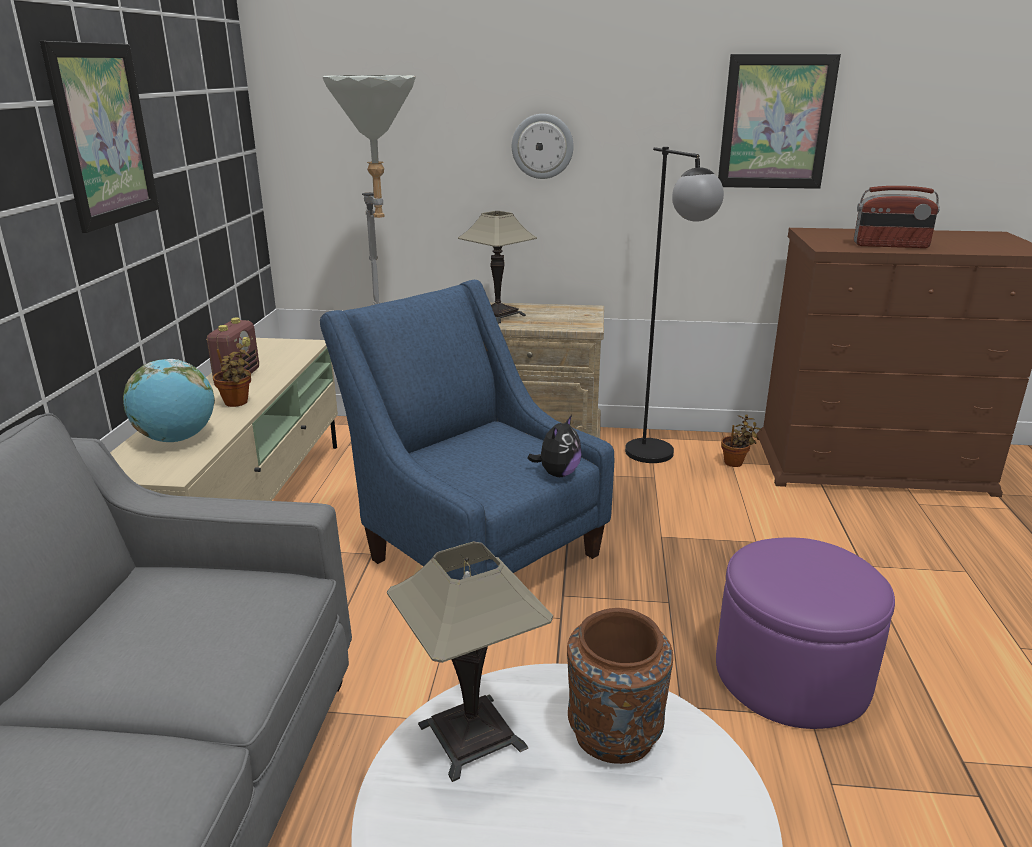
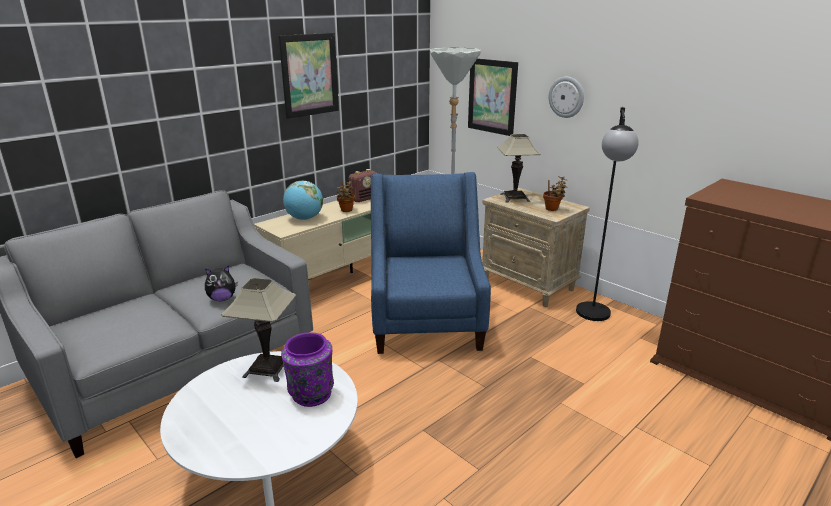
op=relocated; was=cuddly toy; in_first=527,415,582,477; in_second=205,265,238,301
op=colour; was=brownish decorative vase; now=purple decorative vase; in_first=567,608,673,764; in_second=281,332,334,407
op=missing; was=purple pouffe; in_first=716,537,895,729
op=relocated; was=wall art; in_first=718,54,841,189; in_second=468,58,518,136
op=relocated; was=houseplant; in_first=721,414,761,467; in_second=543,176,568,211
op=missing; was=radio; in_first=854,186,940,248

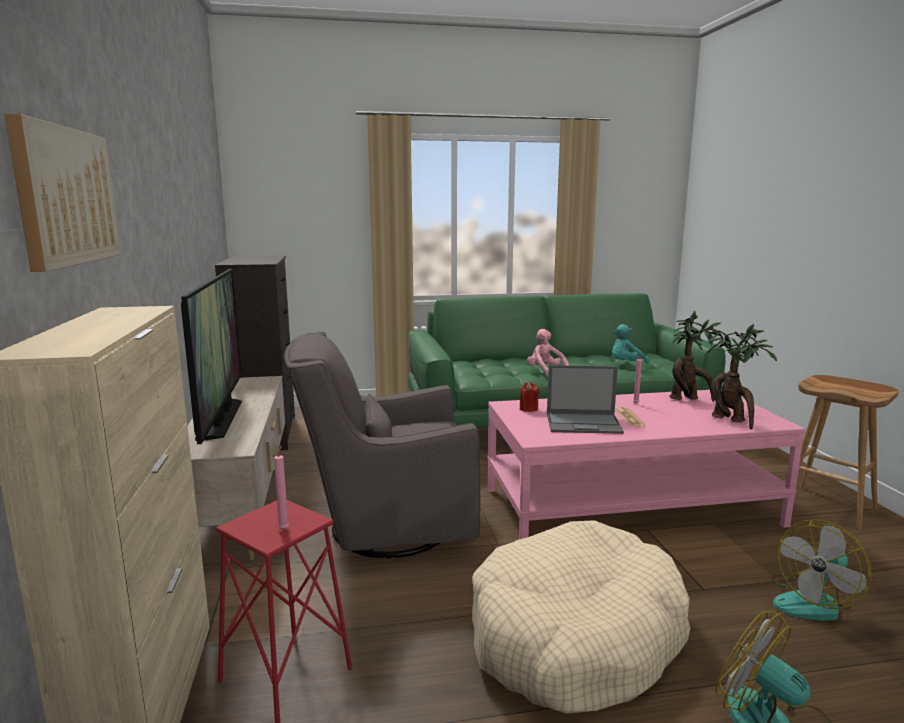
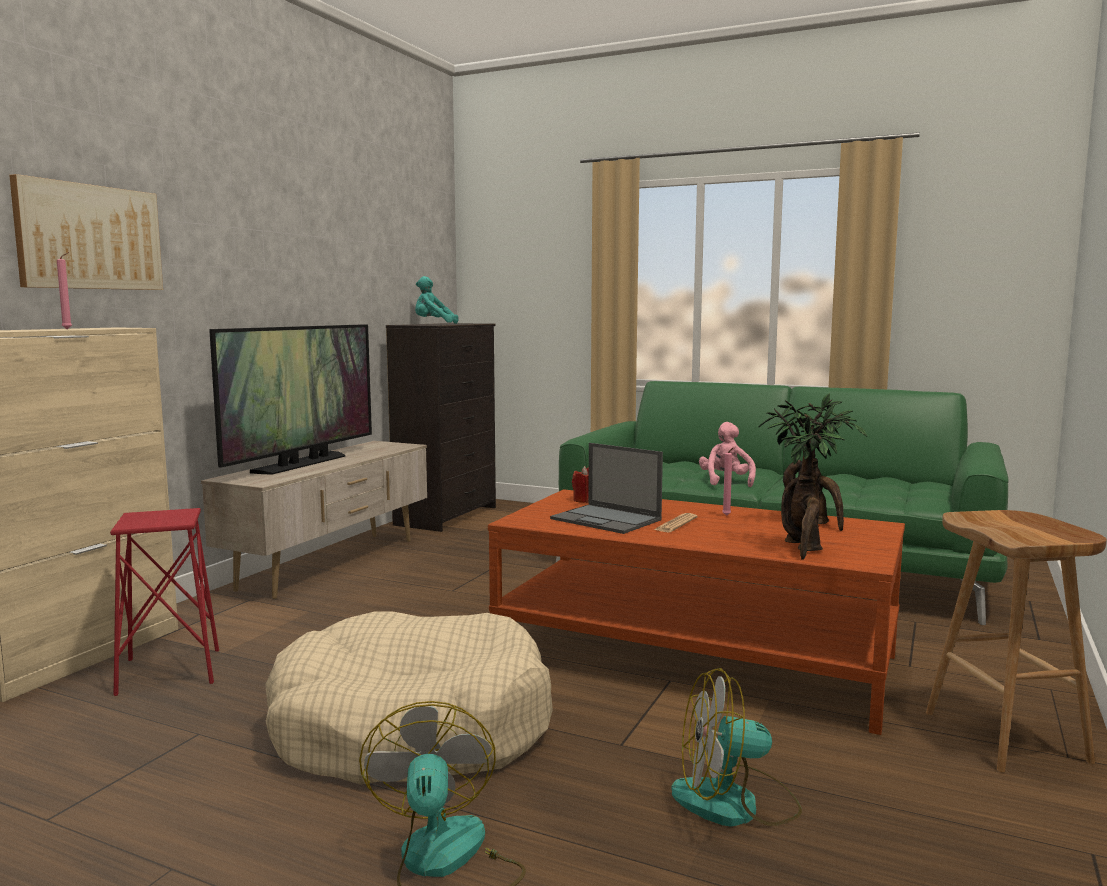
op=relocated; was=pinkish candle; in_first=274,445,289,530; in_second=57,252,72,329
op=missing; was=greyish armchair; in_first=284,332,481,558
op=colour; was=pinkish lounge table; now=brownish lounge table; in_first=487,389,805,539; in_second=488,489,905,735
op=relocated; was=turquoise-coloured cuddly toy; in_first=612,324,650,364; in_second=415,276,458,324

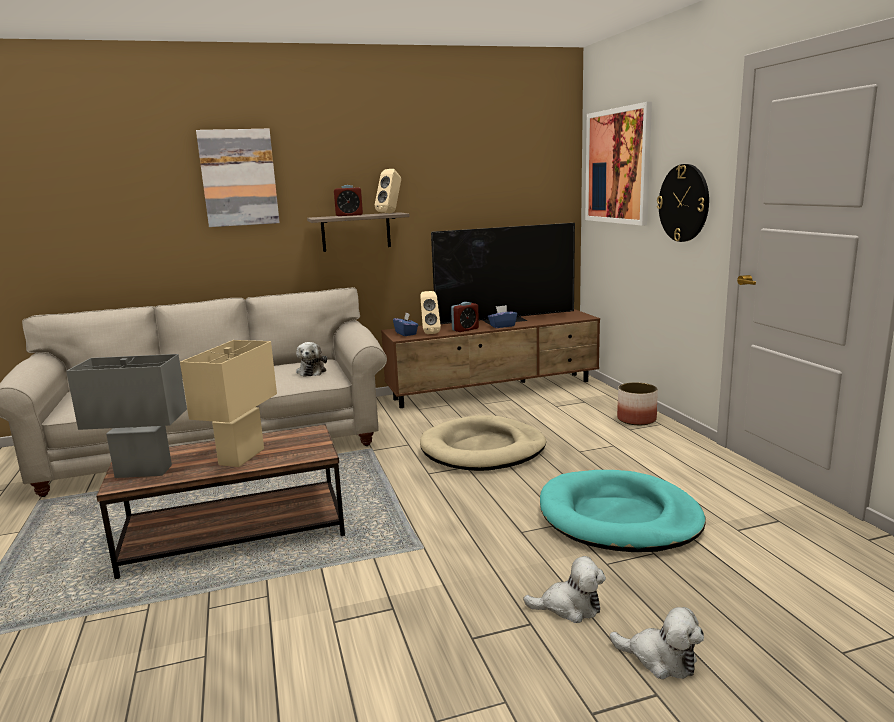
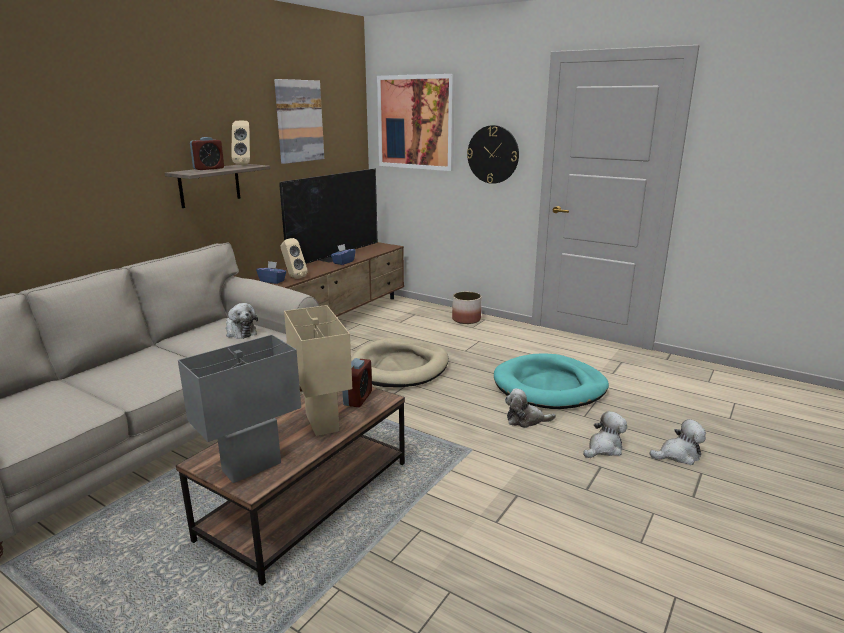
op=relocated; was=wall art; in_first=196,129,280,227; in_second=274,79,324,164
op=relocated; was=alarm clock; in_first=451,302,479,332; in_second=343,358,372,407
op=appeared; now=cuddly toy; in_second=505,388,556,428

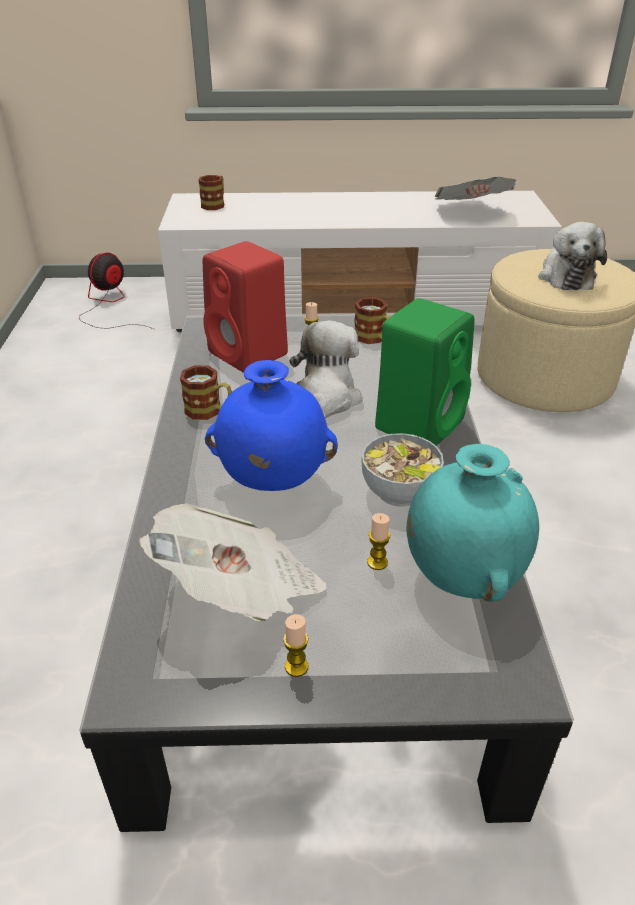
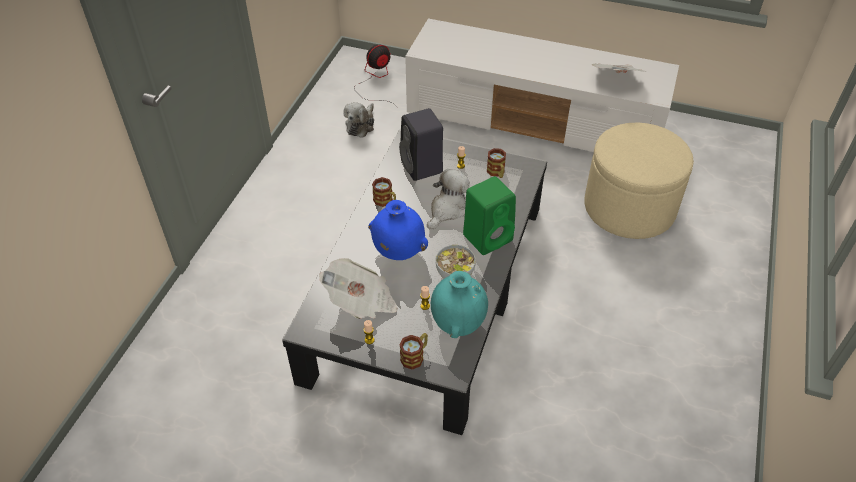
op=relocated; was=coffee mug; in_first=198,175,224,210; in_second=400,333,428,369
op=colour; was=reddish audio speaker; now=black-coloured audio speaker; in_first=203,241,288,373; in_second=399,108,443,181
op=relocated; was=cuddly toy; in_first=538,222,607,290; in_second=344,102,374,138

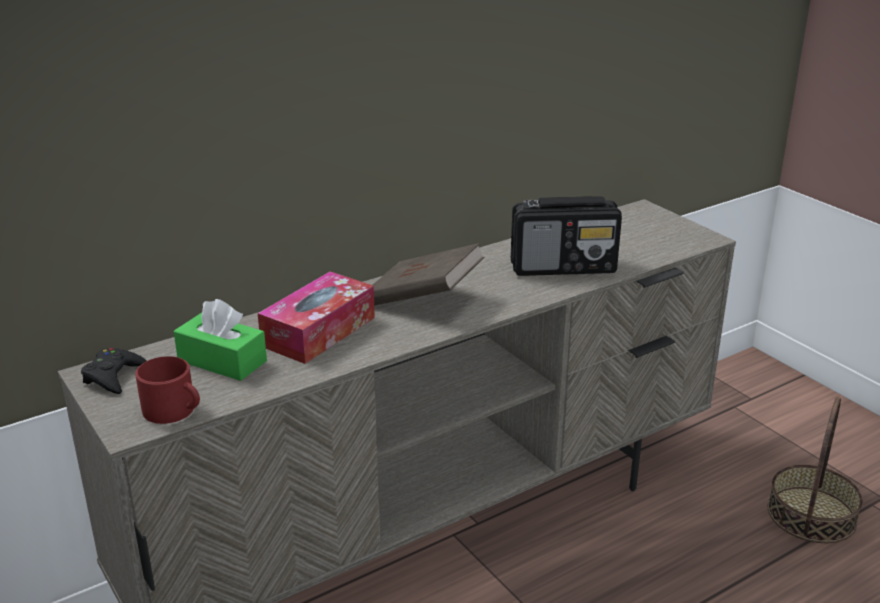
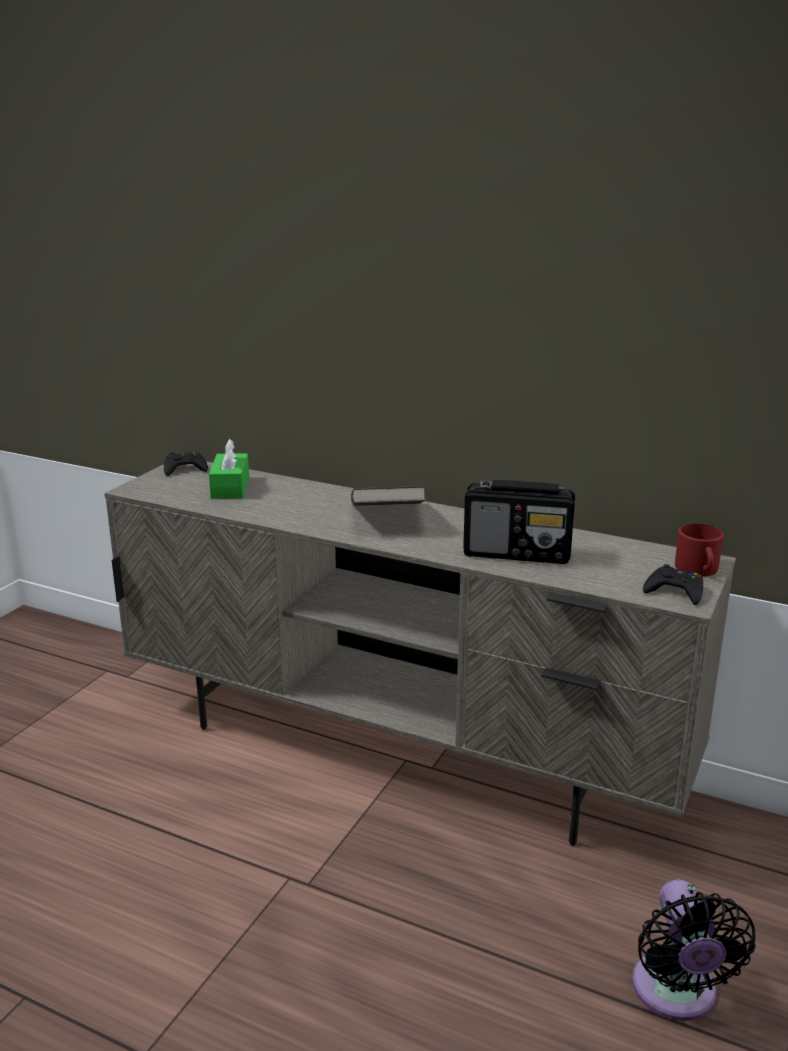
op=relocated; was=reddish coffee mug; in_first=135,356,200,424; in_second=675,524,724,576
op=missing; was=tissue holder; in_first=258,272,375,364
op=spun; was=radio; in_first=511,196,622,276; in_second=463,480,575,564; clockwise=-45
op=exchanged; was=storage basket; now=black-coloured electric fan; in_first=767,397,863,543; in_second=632,879,756,1021
op=appeared; now=black-coloured game controller; in_second=643,564,703,605

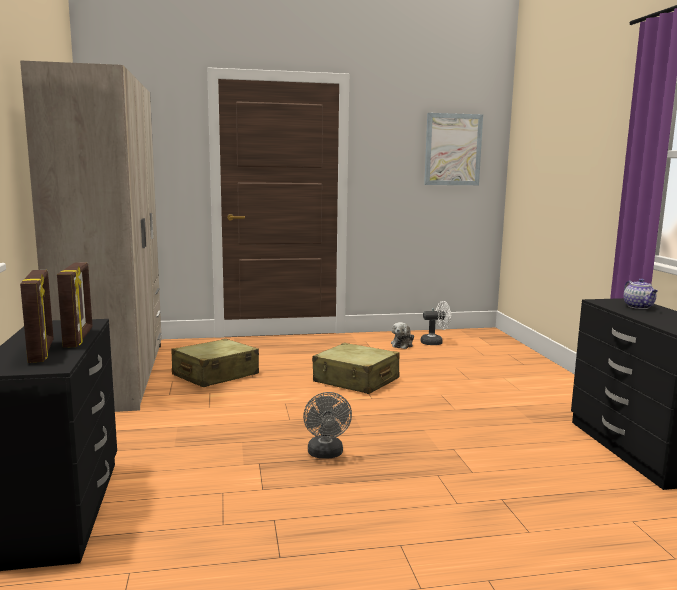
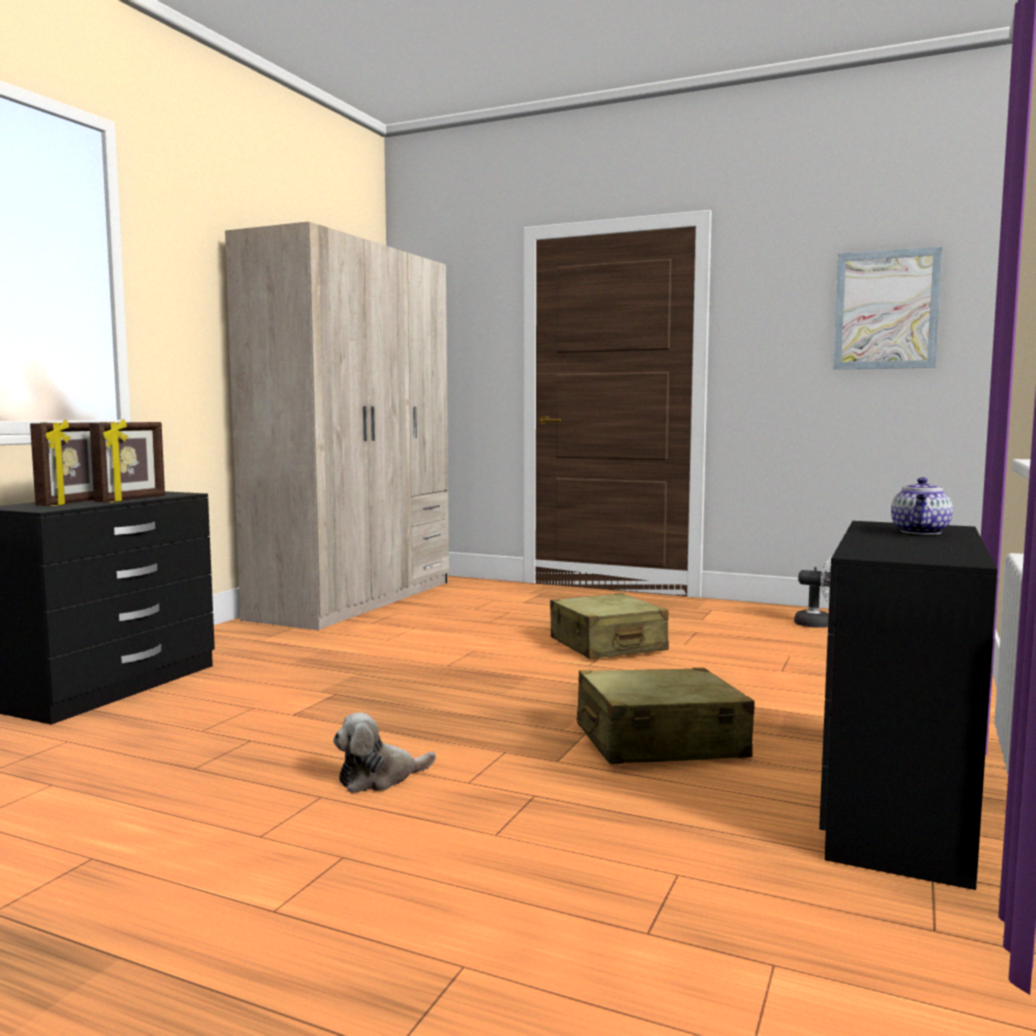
op=relocated; was=sand-coloured travel case; in_first=172,339,259,387; in_second=576,668,755,764
op=missing; was=greyish electric fan; in_first=303,392,352,459
op=relocated; was=cuddly toy; in_first=391,322,414,349; in_second=333,713,436,793

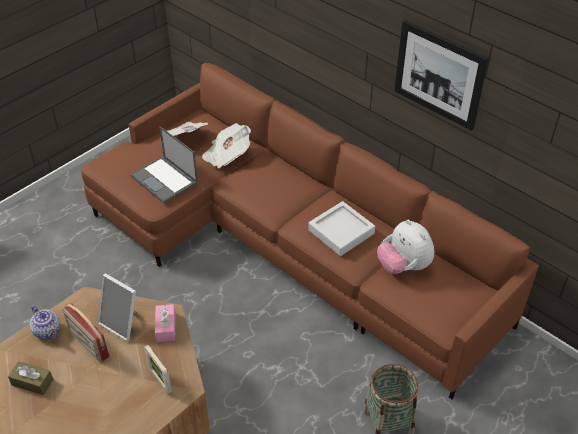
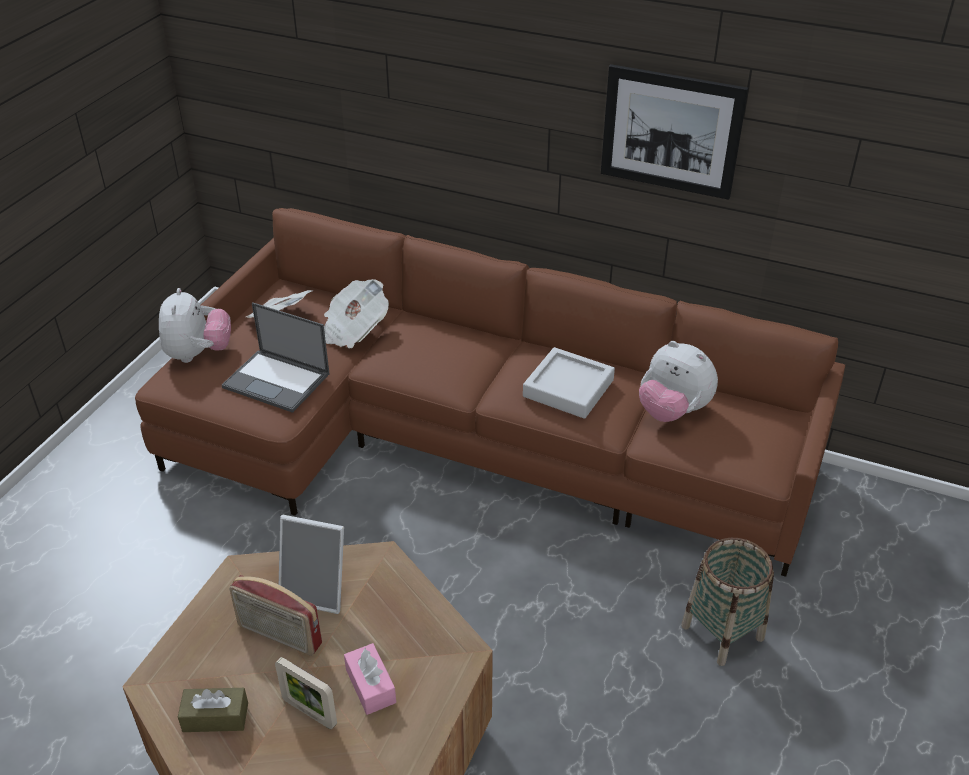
op=missing; was=tea pot; in_first=30,305,60,339
op=relocated; was=photo frame; in_first=144,345,172,394; in_second=275,657,337,729
op=relocated; was=pinkish tissue holder; in_first=155,304,175,342; in_second=344,643,396,715
op=appeared; now=cuddly toy; in_second=159,288,231,363

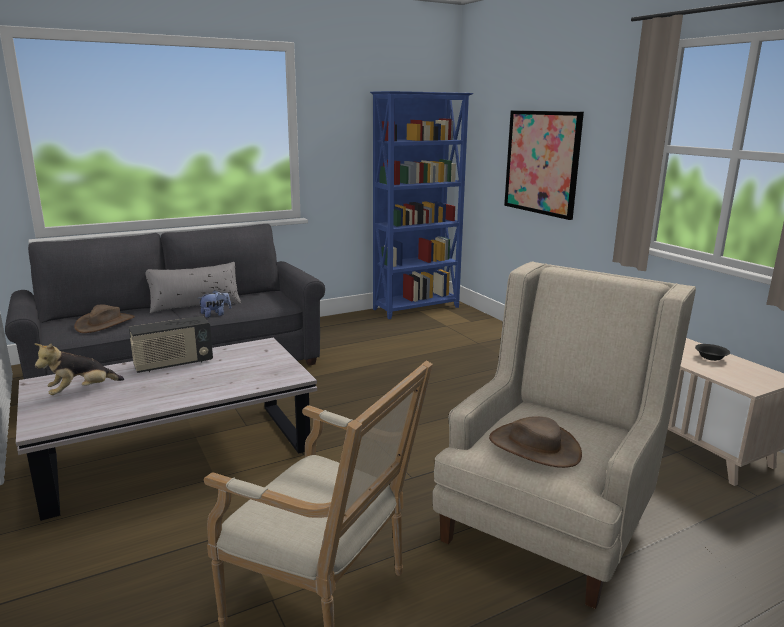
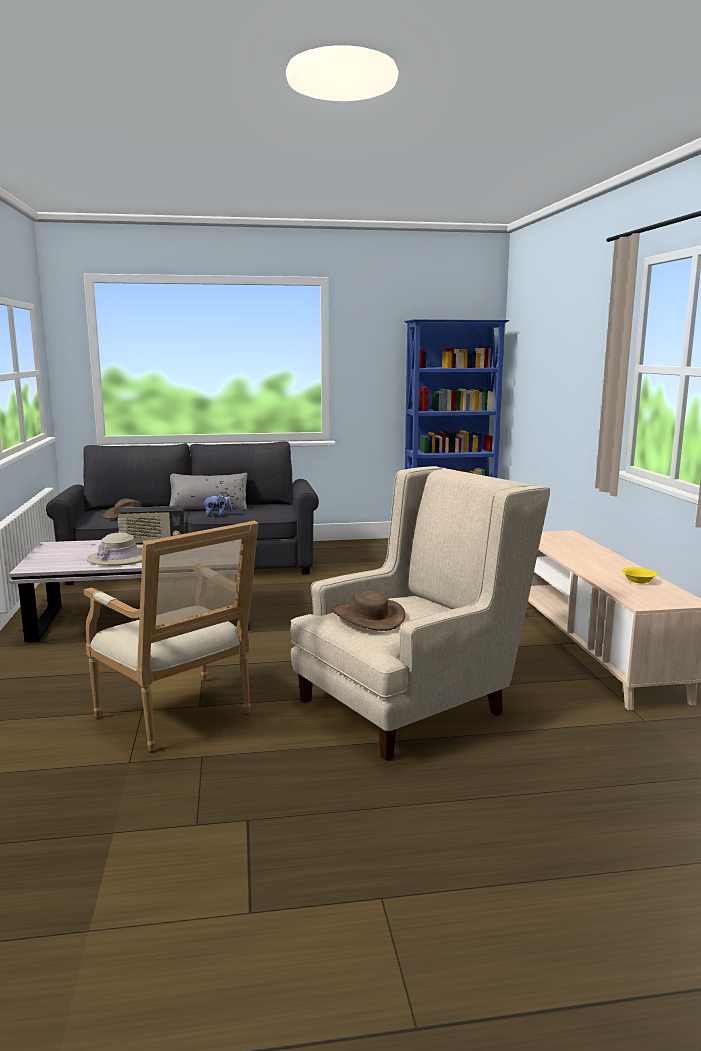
op=missing; was=cuddly toy; in_first=35,343,124,395
op=missing; was=wall art; in_first=504,110,584,220
op=colour; was=black-coloured bowl; now=yellow-coloured bowl; in_first=695,344,730,361; in_second=622,567,658,584
op=appeared; now=sand-coloured hat; in_second=87,532,143,566

